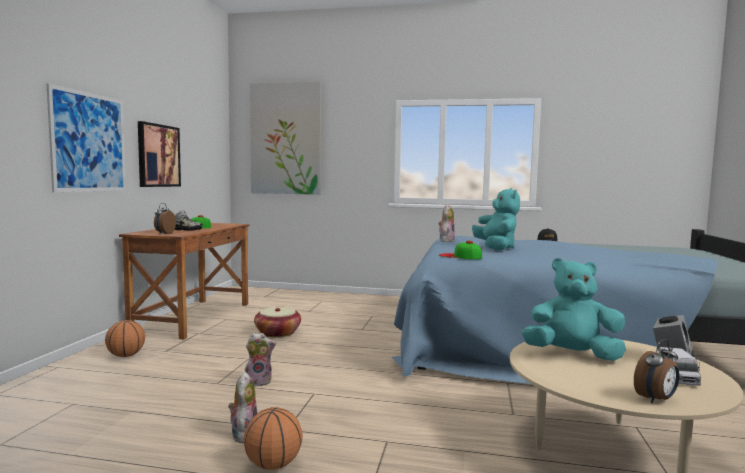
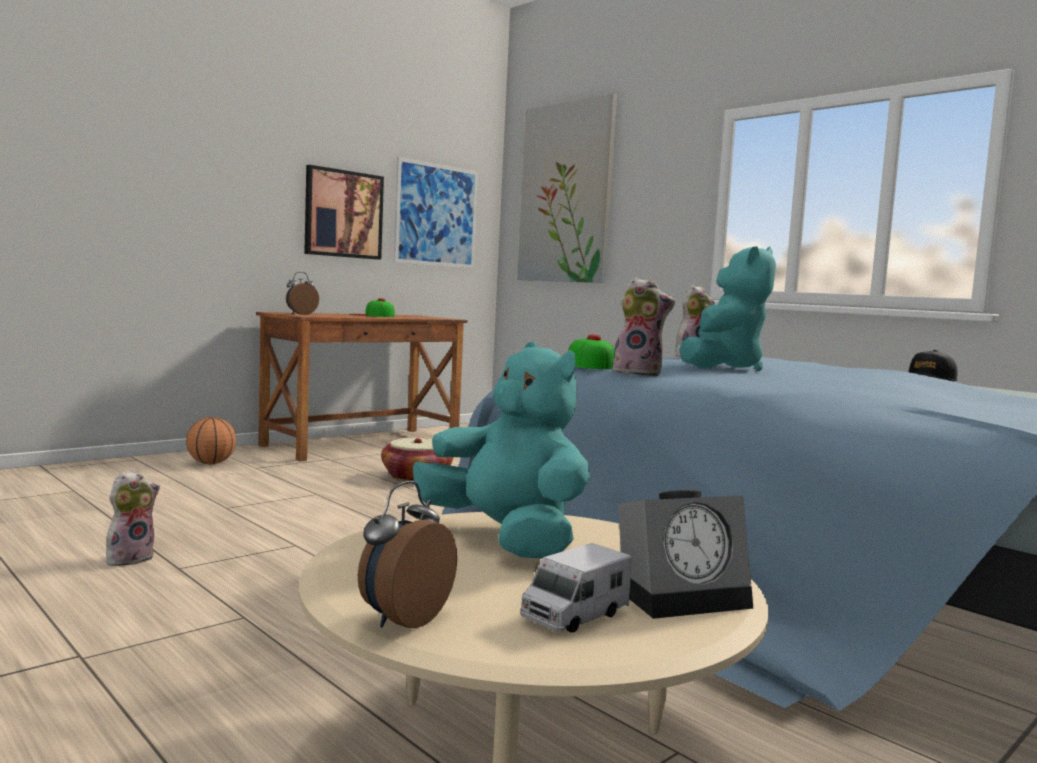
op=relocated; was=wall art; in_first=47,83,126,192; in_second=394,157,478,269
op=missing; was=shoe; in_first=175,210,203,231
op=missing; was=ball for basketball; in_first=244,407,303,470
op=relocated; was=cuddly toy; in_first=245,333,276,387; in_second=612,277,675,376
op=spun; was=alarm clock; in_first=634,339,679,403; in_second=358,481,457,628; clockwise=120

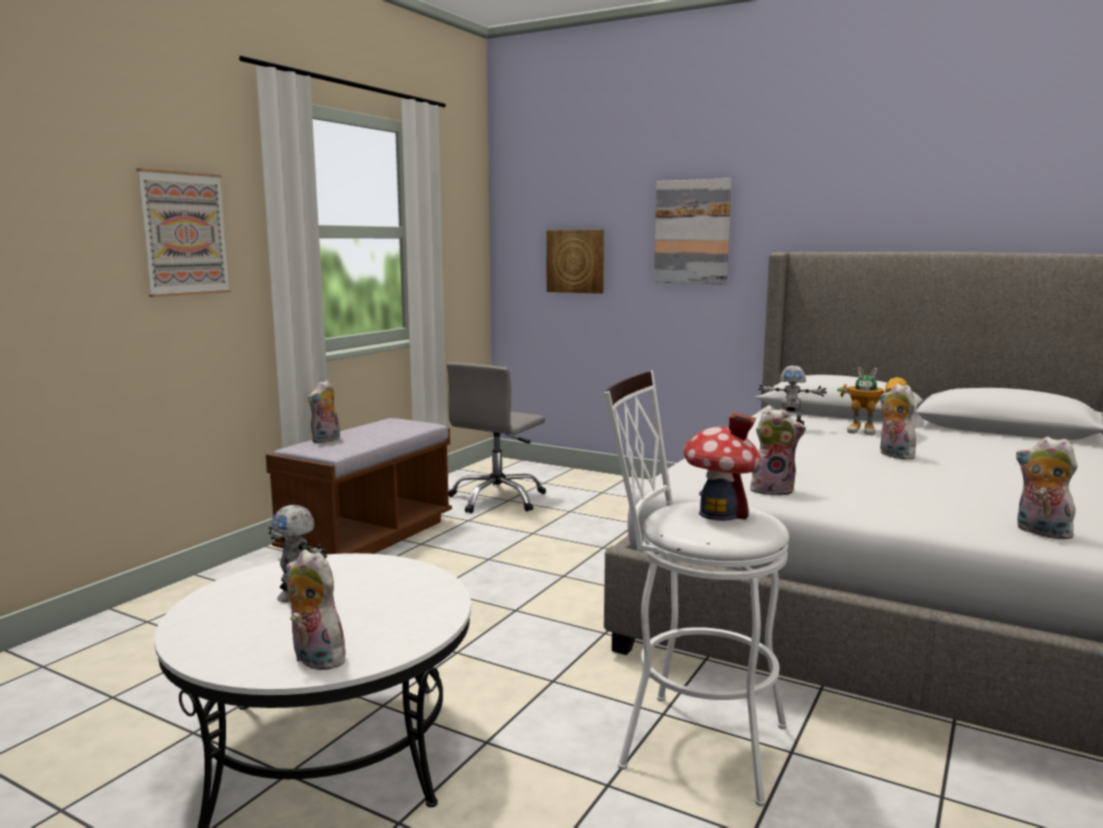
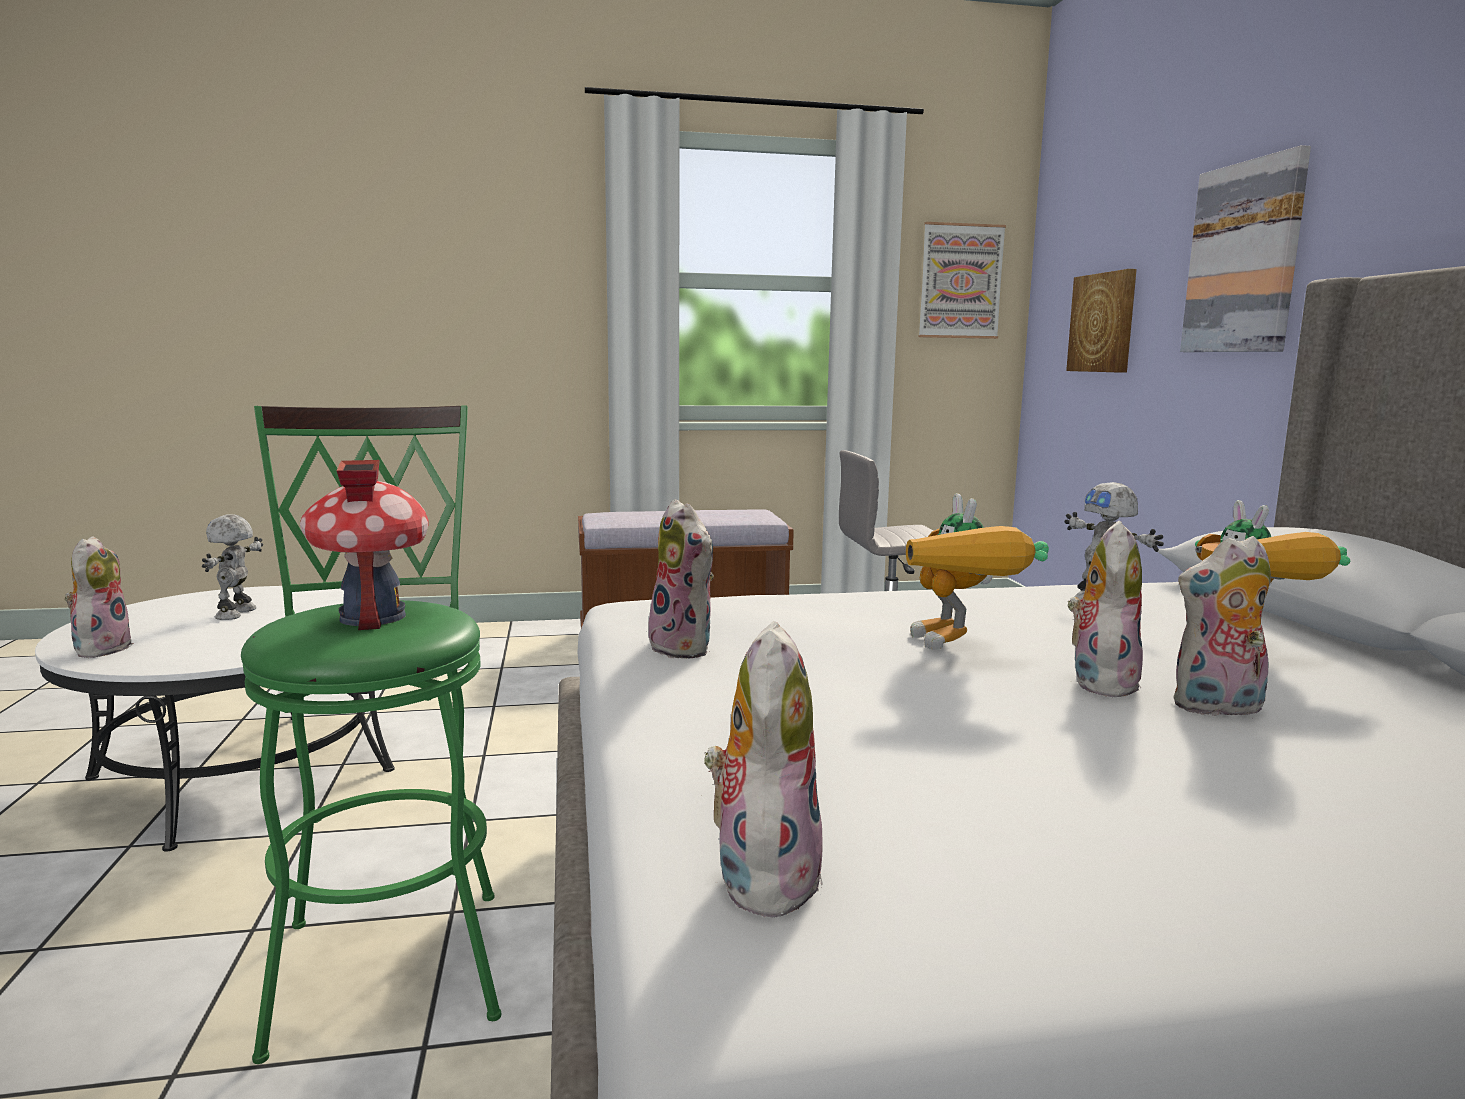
op=relocated; was=wall art; in_first=137,168,231,297; in_second=918,222,1006,339
op=relocated; was=cuddly toy; in_first=308,380,340,443; in_second=1173,536,1271,716
op=colour; was=whitish stool; now=greenish stool; in_first=604,371,789,807; in_second=241,405,501,1064
op=appeared; now=robot figure; in_second=906,493,1049,650

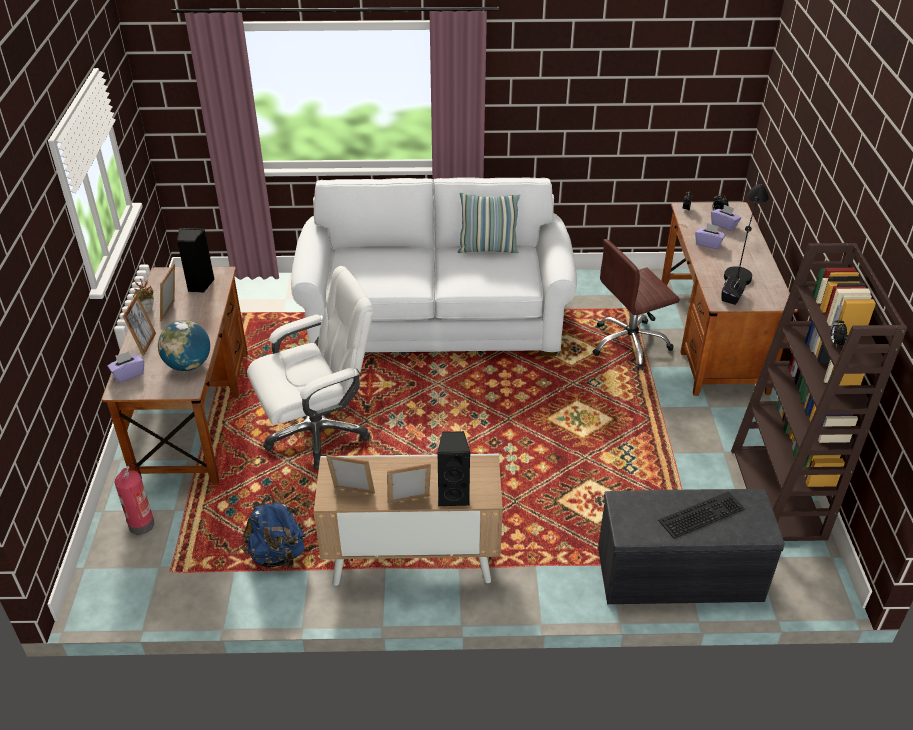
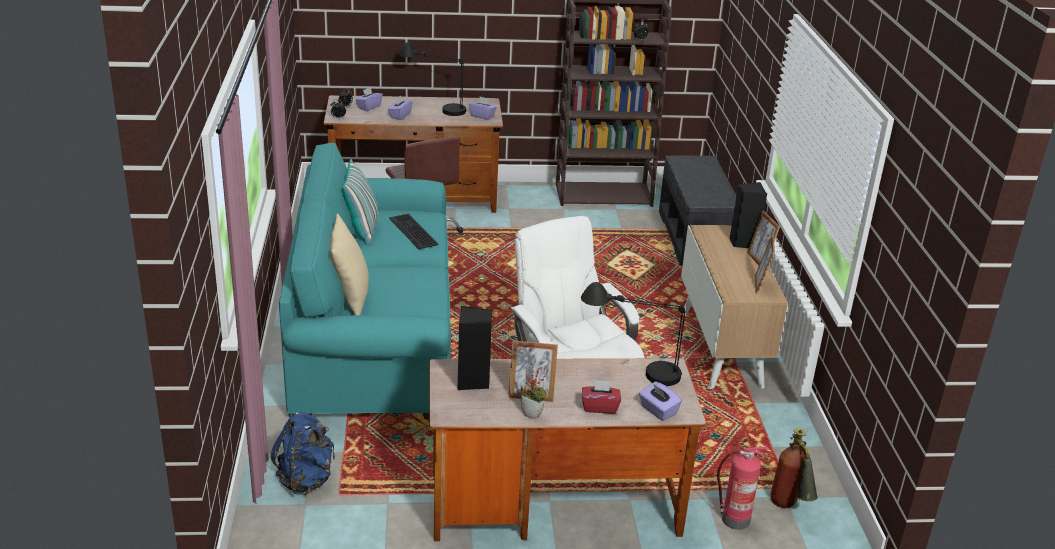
op=exchanged; was=photo frame; now=reddish tissue holder; in_first=122,294,156,356; in_second=582,380,621,414
op=exchanged; was=world globe; now=black-coloured table lamp; in_first=158,320,210,371; in_second=581,282,686,386
op=relocated; was=bluish rucksack; in_first=242,495,306,568; in_second=271,412,335,495
op=colour; was=whitish sofa; now=turquoise-coloured sofa; in_first=291,177,577,356; in_second=279,142,451,419
op=relocated; was=keyboard; in_first=658,491,745,539; in_second=389,214,439,249
op=colour; was=black-coloured tissue holder; now=purple tissue holder; in_first=721,275,746,305; in_second=469,97,497,120
op=appeared; now=sand-coloured pillow; in_second=330,214,369,315
op=appeared; now=fire extinguisher; in_second=771,428,818,508

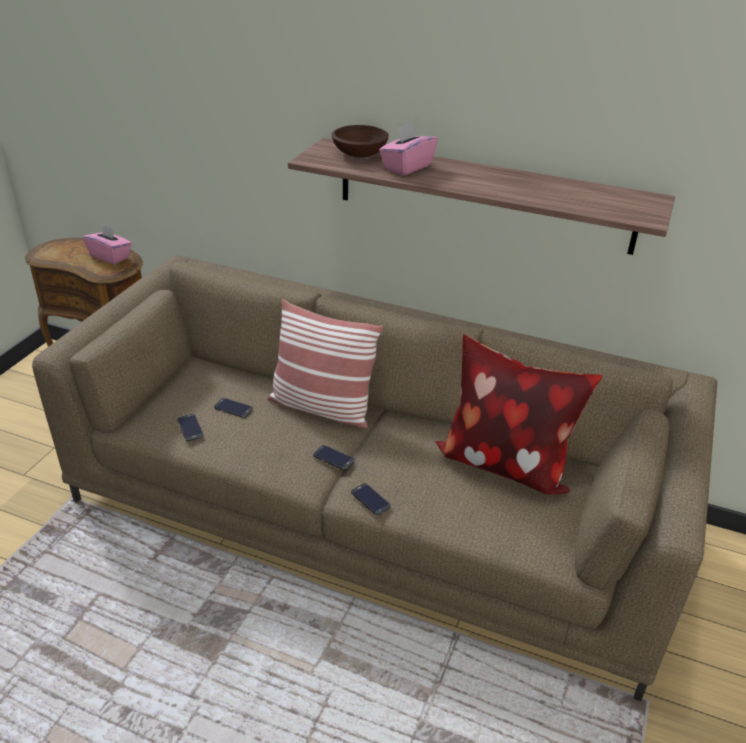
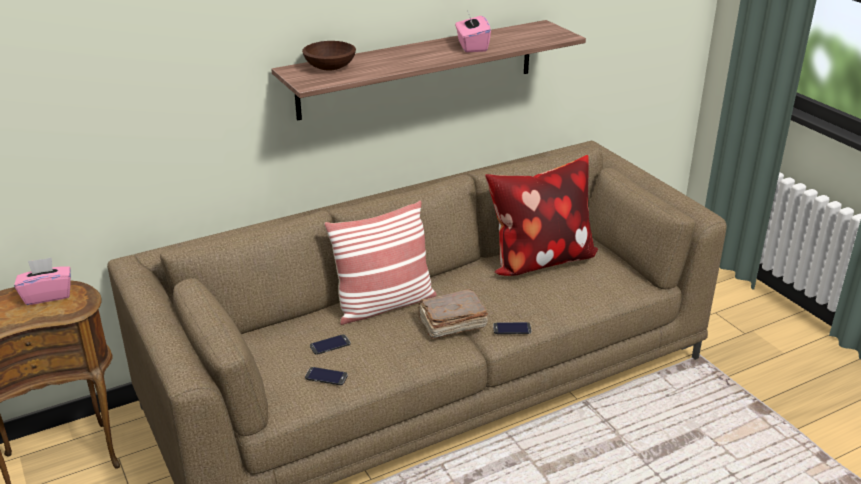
op=exchanged; was=phone; now=brownish bound book; in_first=313,445,355,470; in_second=417,289,488,339
op=relocated; was=pinkish tissue holder; in_first=379,123,438,175; in_second=455,10,491,52

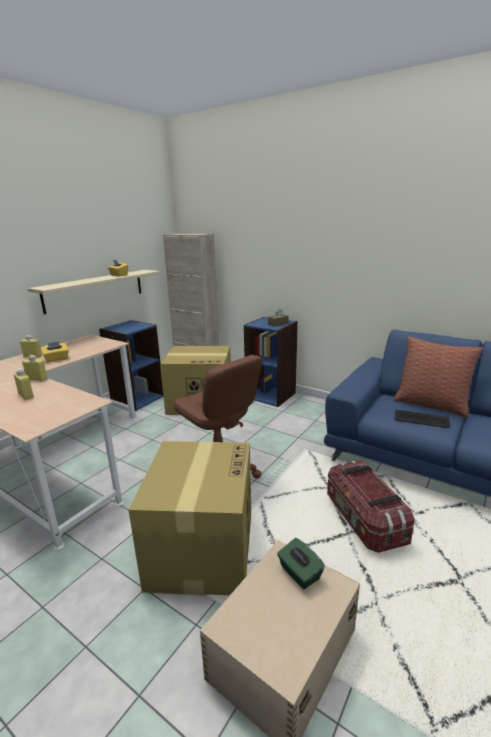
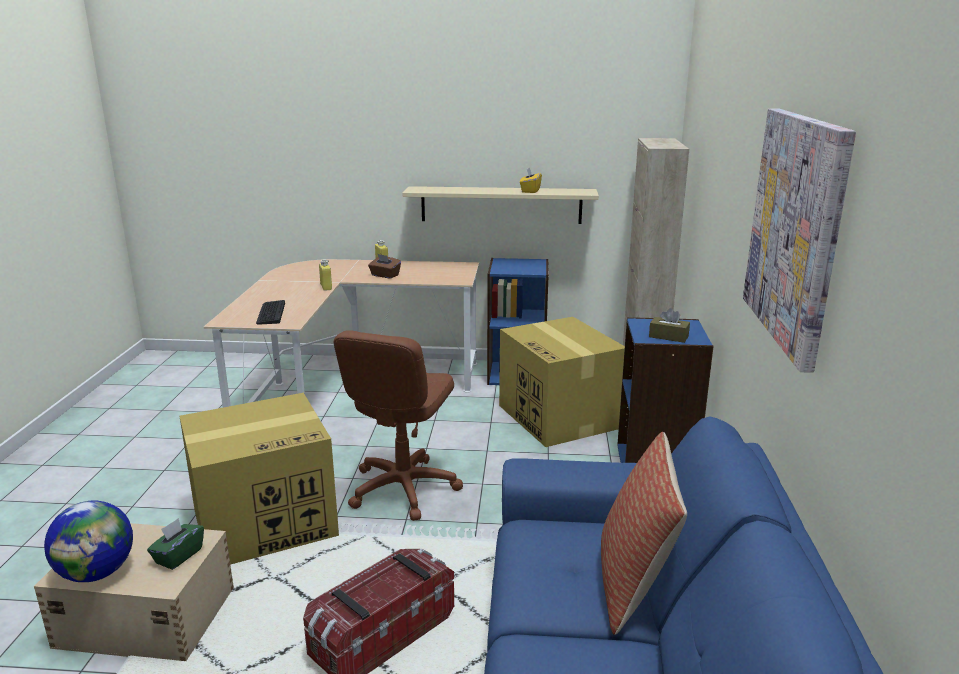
op=missing; was=yellow-coloured beverage bottle; in_first=14,369,34,400
op=colour; was=yellow-coloured tissue holder; now=brownish tissue holder; in_first=40,342,69,362; in_second=368,254,401,279
op=relocated; was=keyboard; in_first=395,410,450,428; in_second=256,300,285,325
op=appeared; now=world globe; in_second=44,500,133,582
op=appeared; now=wall art; in_second=743,109,856,373

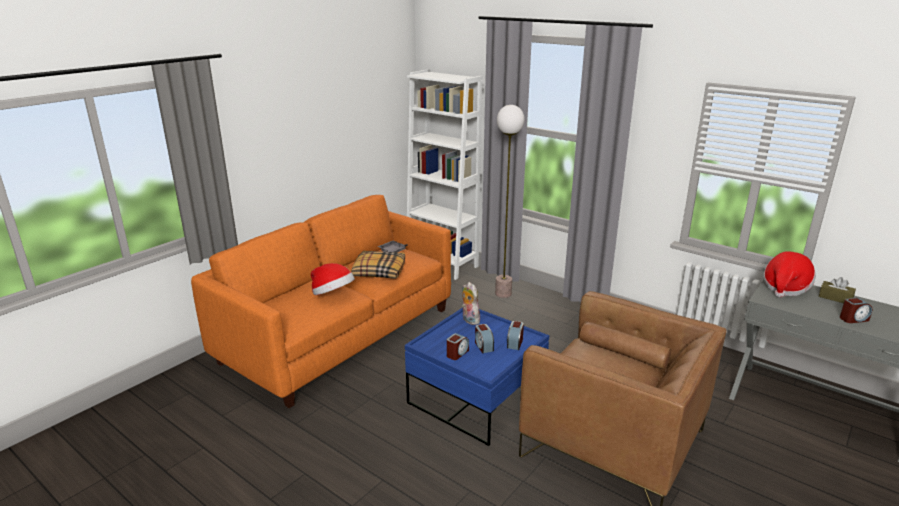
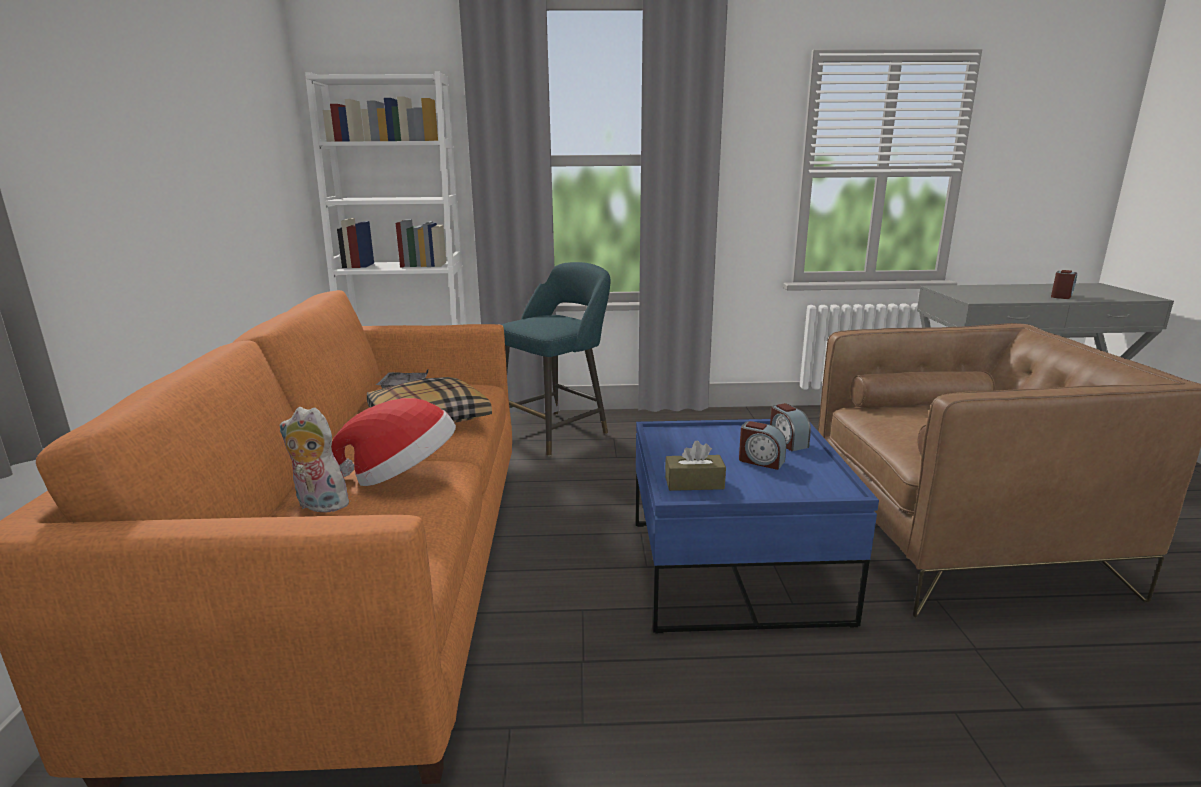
op=missing; was=alarm clock; in_first=447,333,469,360
op=relocated; was=cuddly toy; in_first=462,282,480,325; in_second=280,407,351,512
op=exchanged; was=standing lamp; now=turquoise-coloured stool; in_first=495,105,525,298; in_second=502,262,611,456
op=missing; was=hat; in_first=764,251,816,297
op=relocated; was=brownish tissue holder; in_first=819,277,856,303; in_second=665,441,726,491

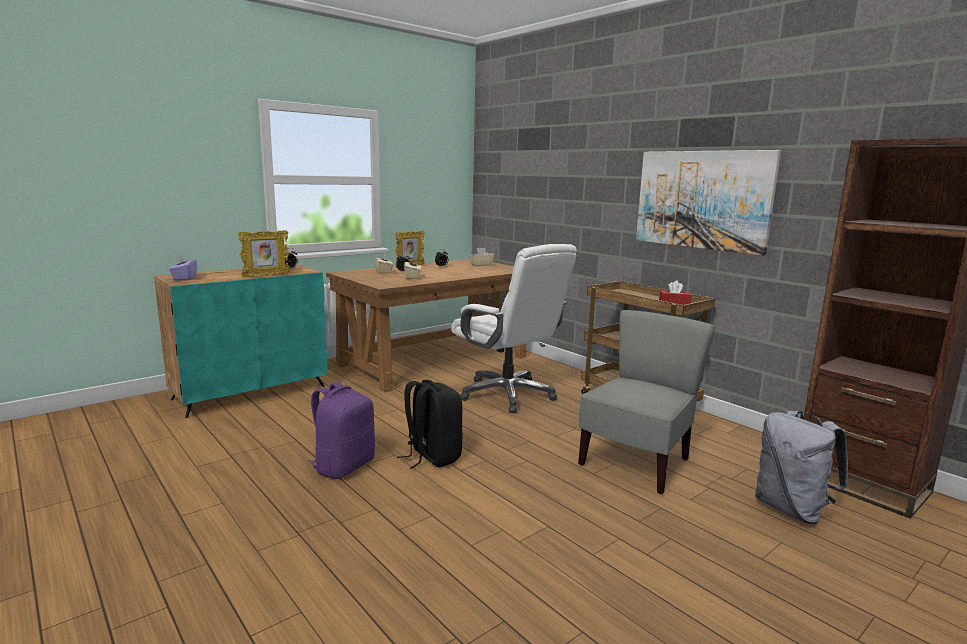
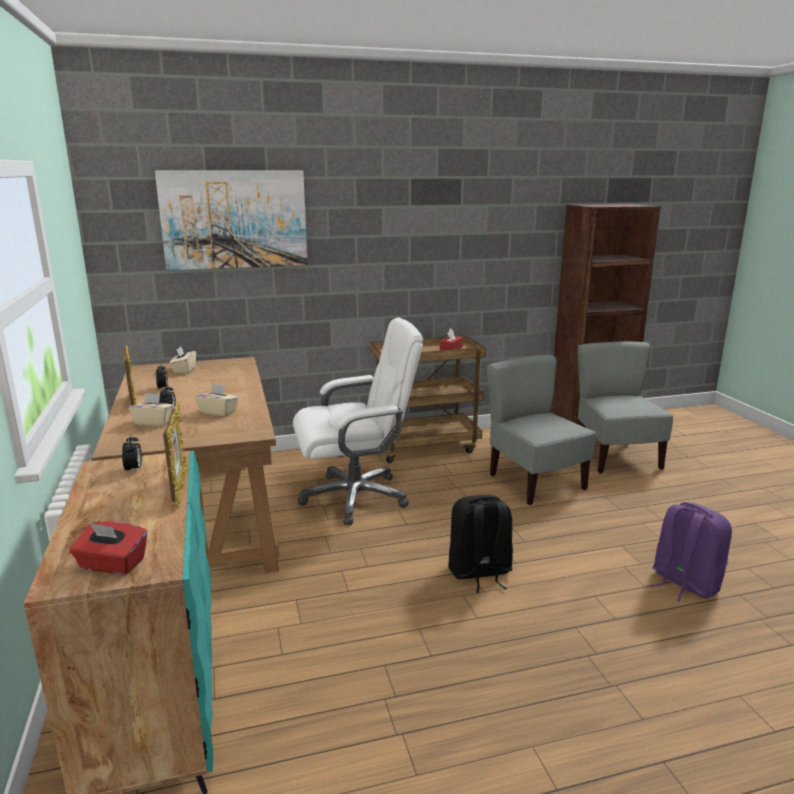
op=colour; was=purple tissue holder; now=reddish tissue holder; in_first=169,255,197,280; in_second=69,521,147,575
op=relocated; was=purple rucksack; in_first=308,382,375,479; in_second=650,502,732,602
op=relocated; was=wall art; in_first=636,150,781,256; in_second=155,171,308,270
op=exchanged; was=greyish rucksack; now=greyish upright chair; in_first=755,411,848,524; in_second=578,341,674,474

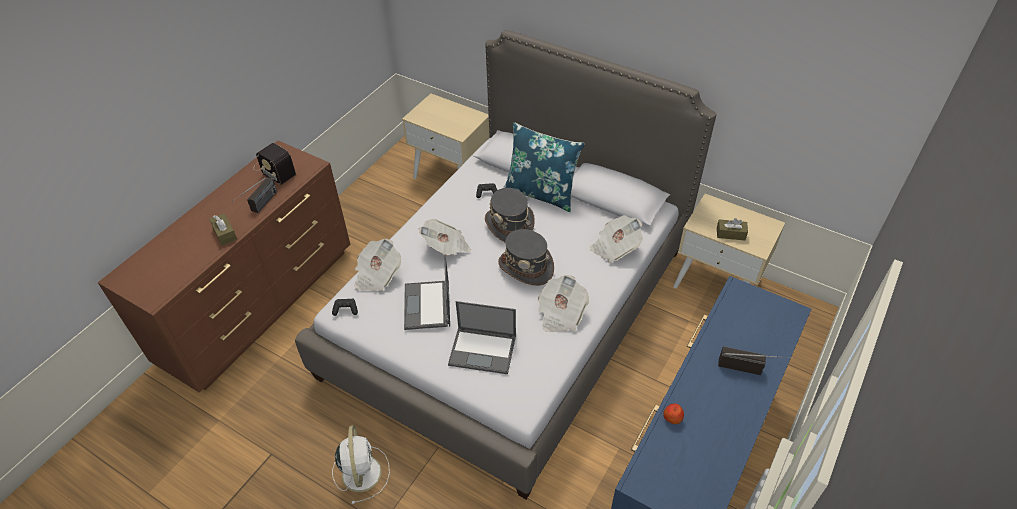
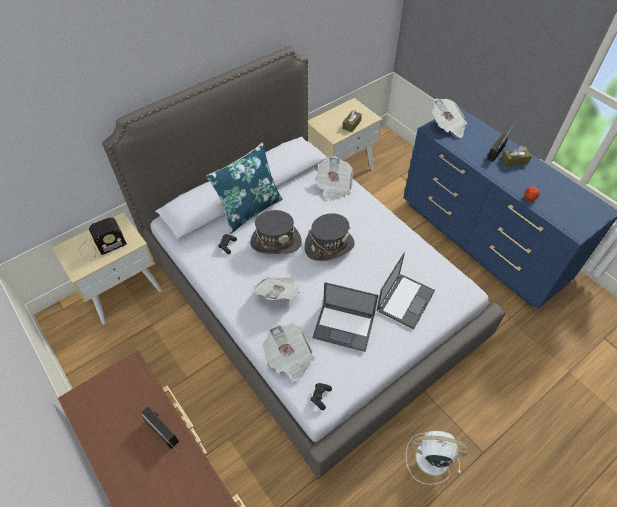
op=relocated; was=brownish tissue holder; in_first=209,213,237,245; in_second=501,146,532,167
op=relocated; was=radio; in_first=253,143,296,185; in_second=79,217,127,261
op=relocated; was=printed paper; in_first=538,275,589,332; in_second=432,98,467,138

